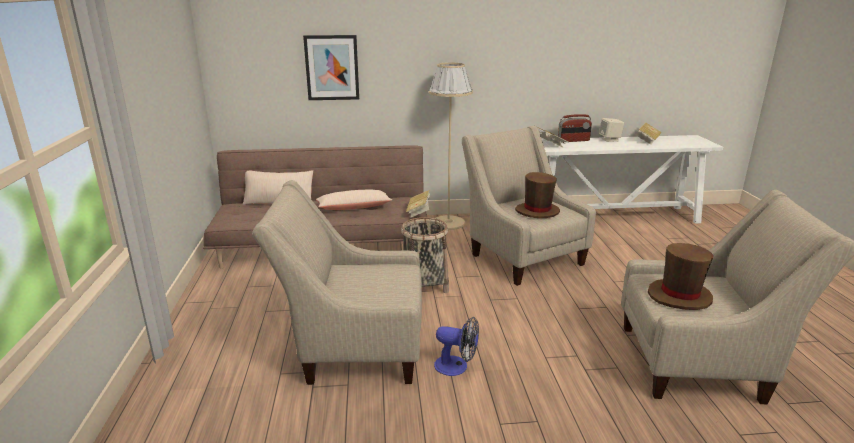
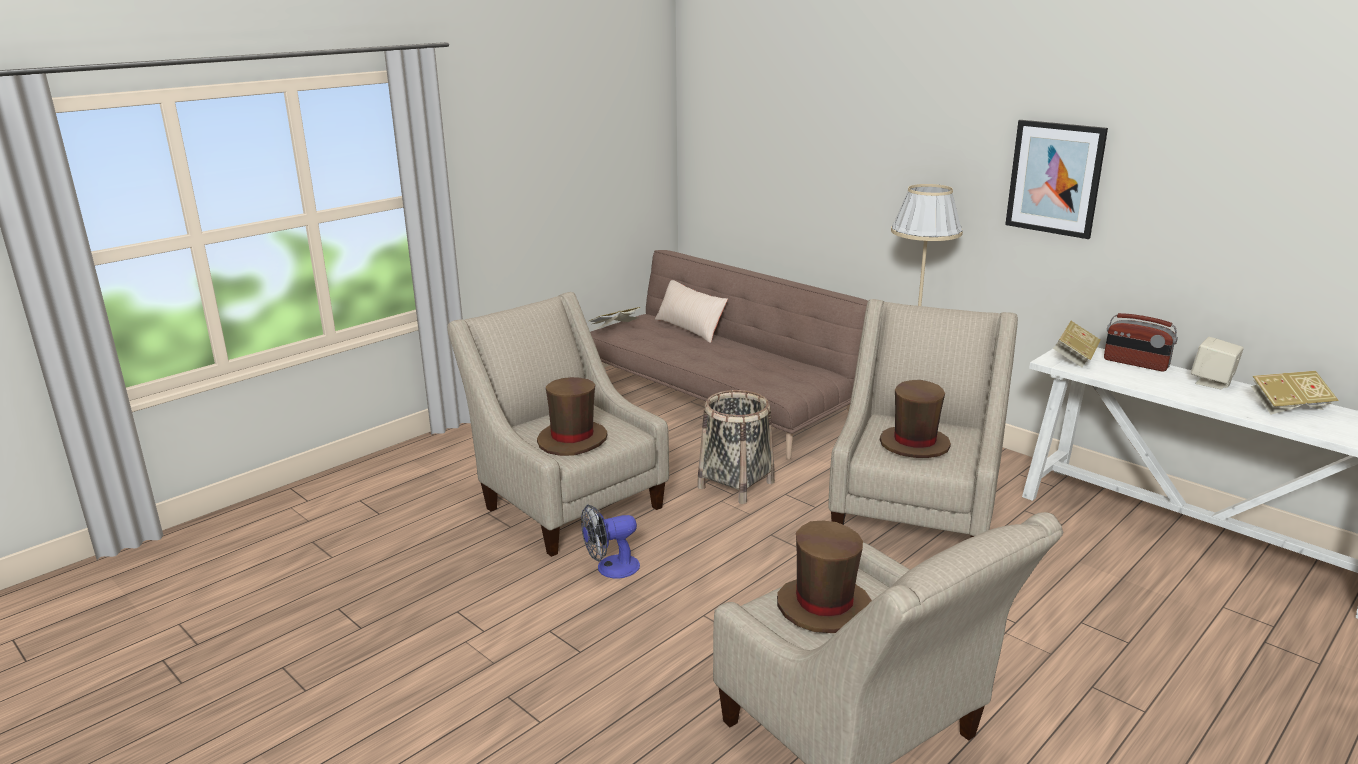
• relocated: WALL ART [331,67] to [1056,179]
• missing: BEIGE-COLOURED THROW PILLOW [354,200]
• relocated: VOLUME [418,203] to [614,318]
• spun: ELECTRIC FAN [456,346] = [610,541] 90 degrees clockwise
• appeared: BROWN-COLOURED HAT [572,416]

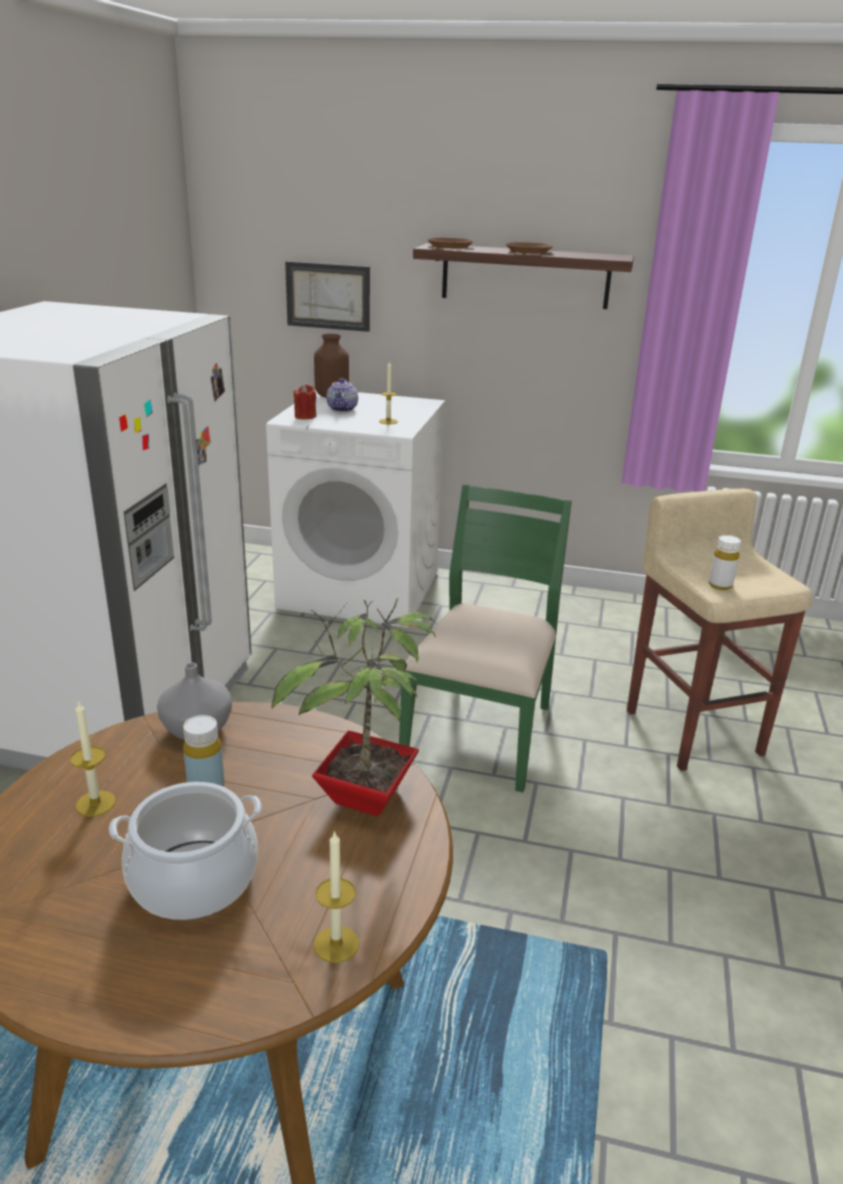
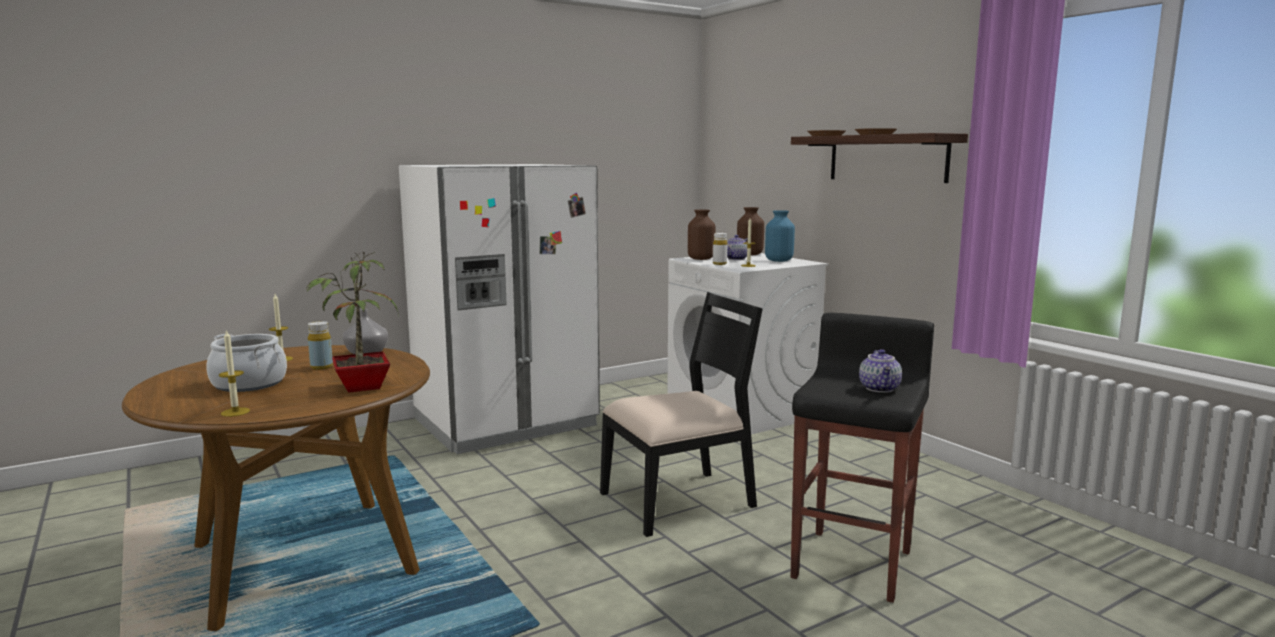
• missing: WALL ART [327,296]
• exchanged: RED WAX LIGHT [304,401] to BROWN-COLOURED DECORATIVE VASE [702,234]
• colour: GREEN CHAIR [485,638] to BLACK CHAIR [681,414]
• colour: BEIGE-COLOURED STOOL [719,630] to BLACK STOOL [862,458]
• relocated: WHITE-COLOURED BOTTLE [725,562] to [720,249]
• appeared: BLUE-COLOURED DECORATIVE VASE [780,236]
• appeared: TEA POT [880,371]

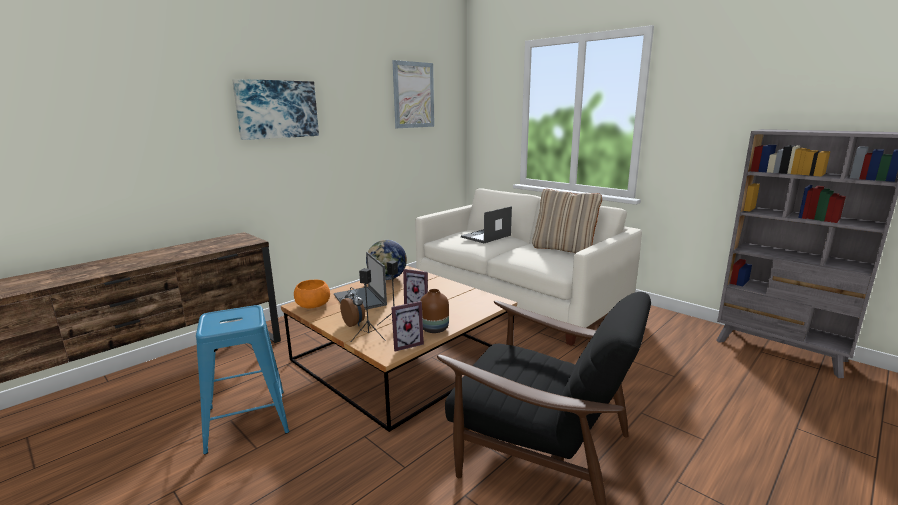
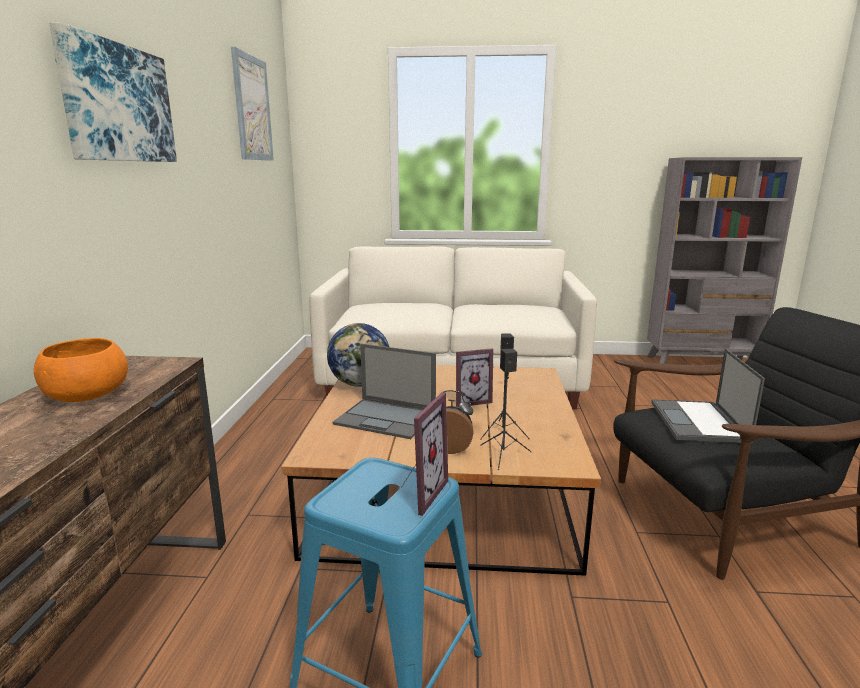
• missing: BEIGE-COLOURED THROW PILLOW [567,221]
• relocated: NOTEBOOK COMPUTER [486,224] to [708,396]
• relocated: ORANGE-COLOURED DEEP DISH [312,294] to [81,370]
• missing: BROWN-COLOURED DECORATIVE VASE [434,311]
• relocated: PHOTO FRAME [407,326] to [424,454]

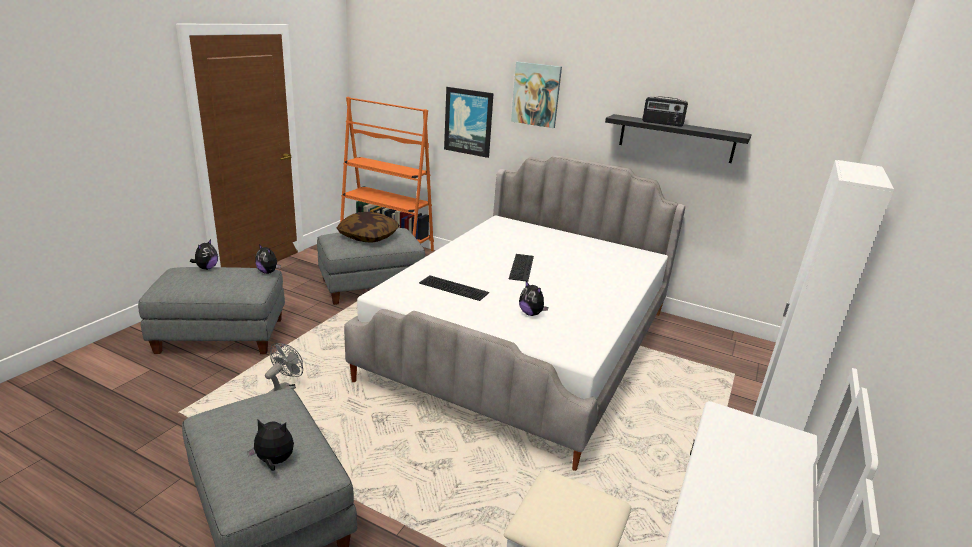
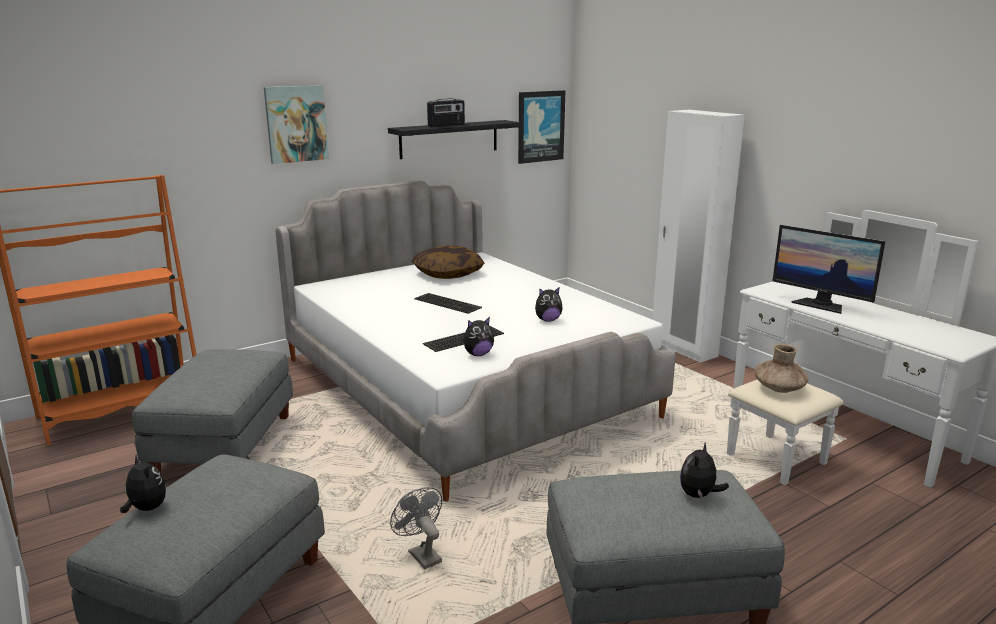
• relocated: WALL ART [469,122] to [541,127]
• relocated: THROW PILLOW [368,227] to [448,262]
• relocated: CUDDLY TOY [268,259] to [478,336]
• appeared: COMPUTER SCREEN [829,269]
• appeared: BROWN-COLOURED DECORATIVE VASE [781,368]

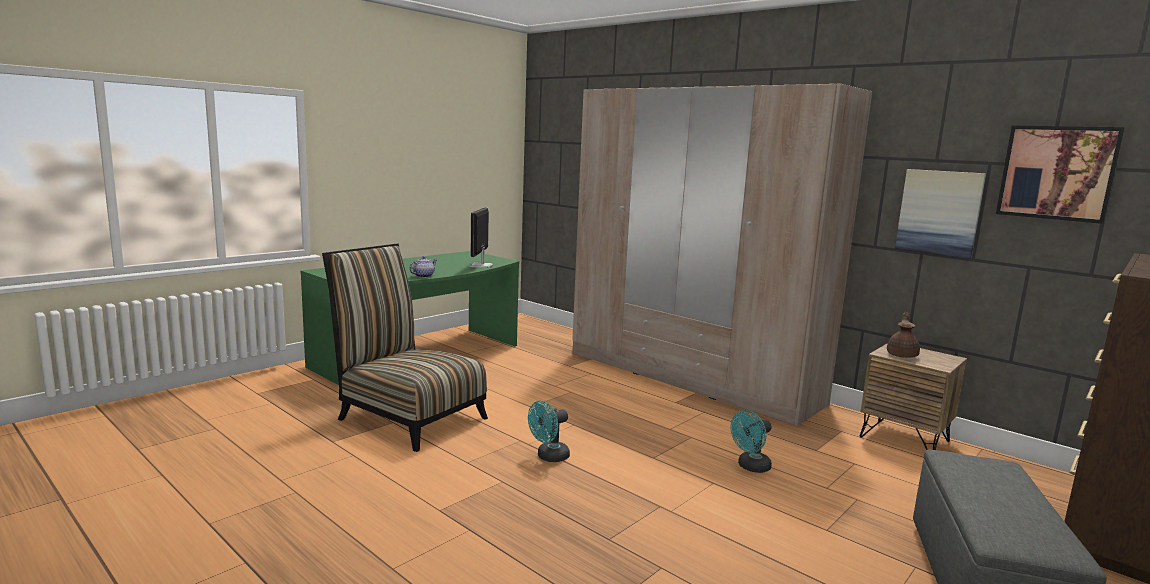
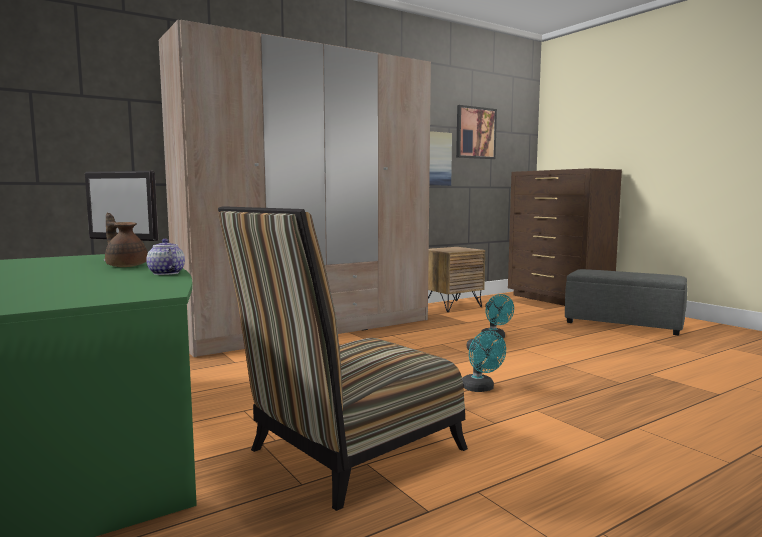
• relocated: BROWN-COLOURED TEA POT [903,335] to [126,240]

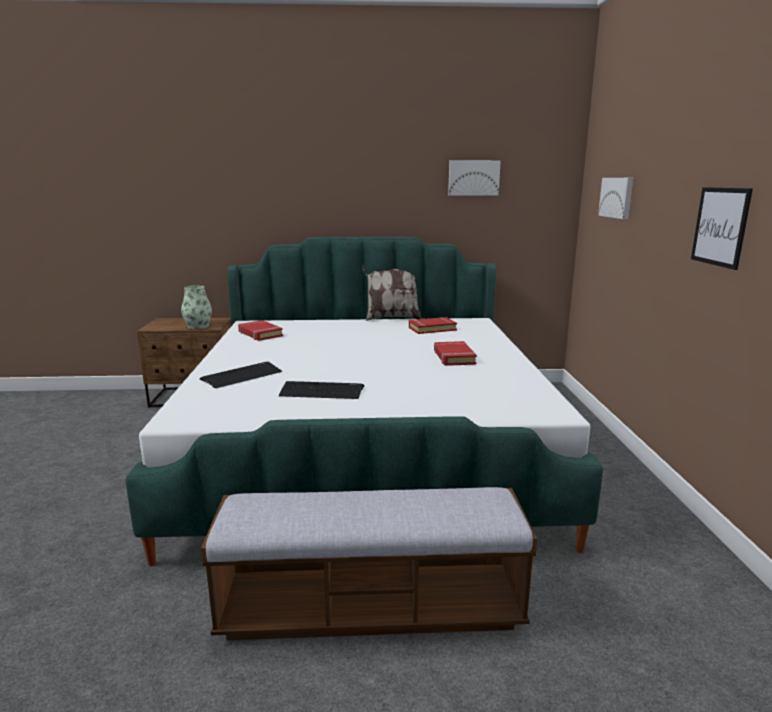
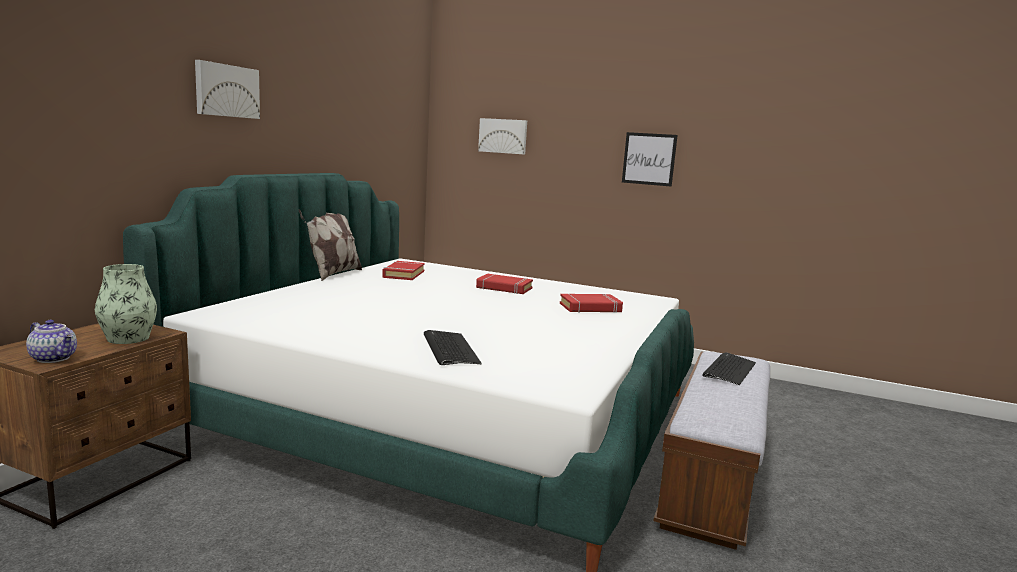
• relocated: WALL ART [474,177] to [227,89]
• relocated: RED VOLUME [260,330] to [591,303]
• relocated: KEYBOARD [321,390] to [729,368]
• appeared: TEA POT [51,341]

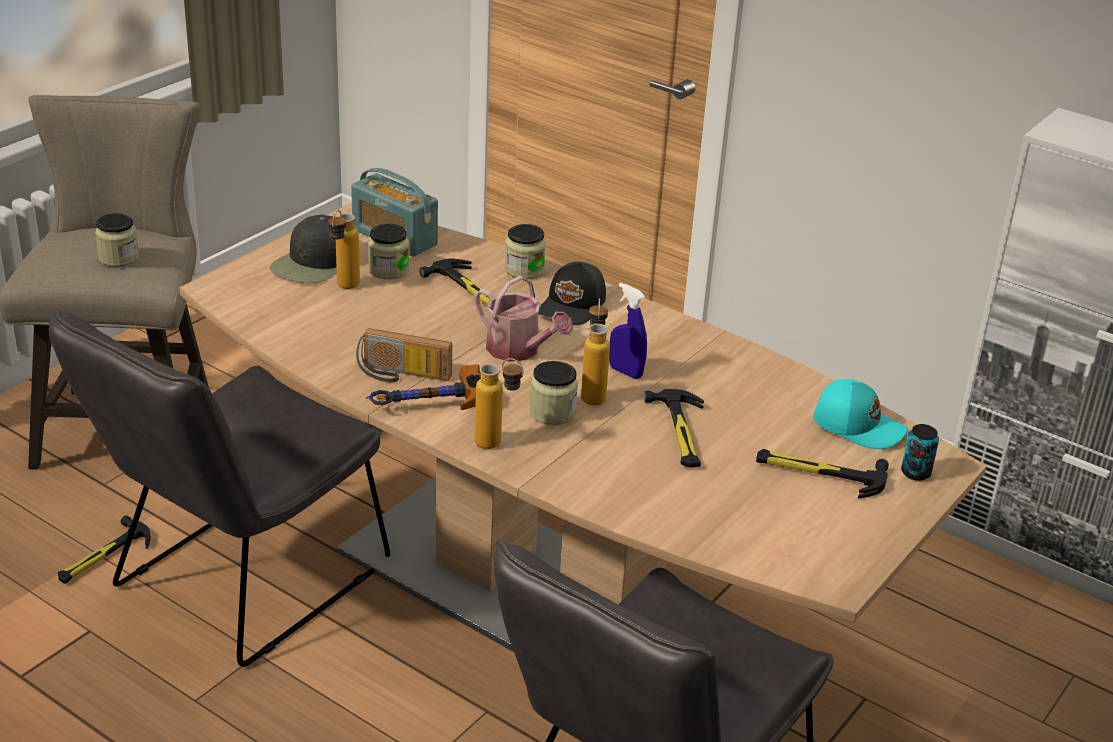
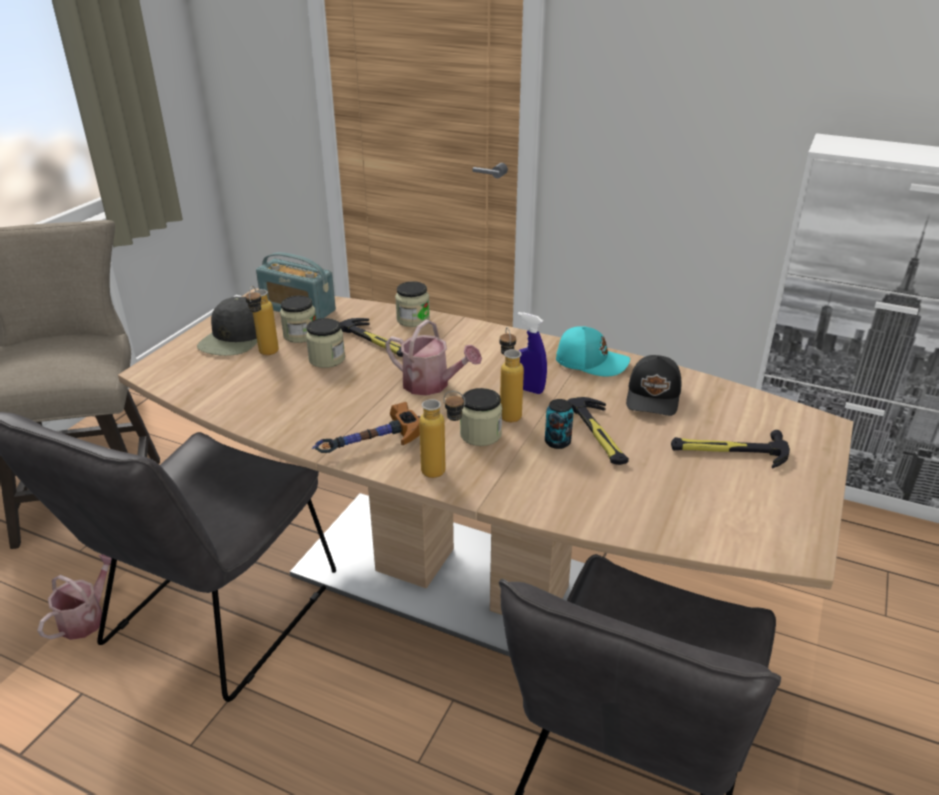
• relocated: PRESERVE JAR [117,240] to [325,343]
• relocated: BLACK PEAKED CAP [572,293] to [653,385]
• missing: RADIO SET [404,355]
• relocated: TURQUOISE PEAKED CAP [860,414] to [593,351]
• relocated: SEALED CAN [920,452] to [559,424]
• exchanged: TOOL HAMMER [104,550] to SPRINKLING CAN [74,597]

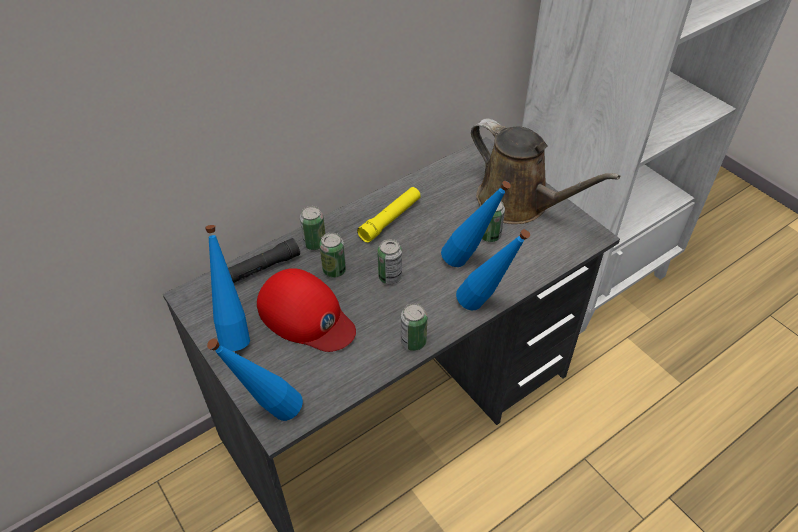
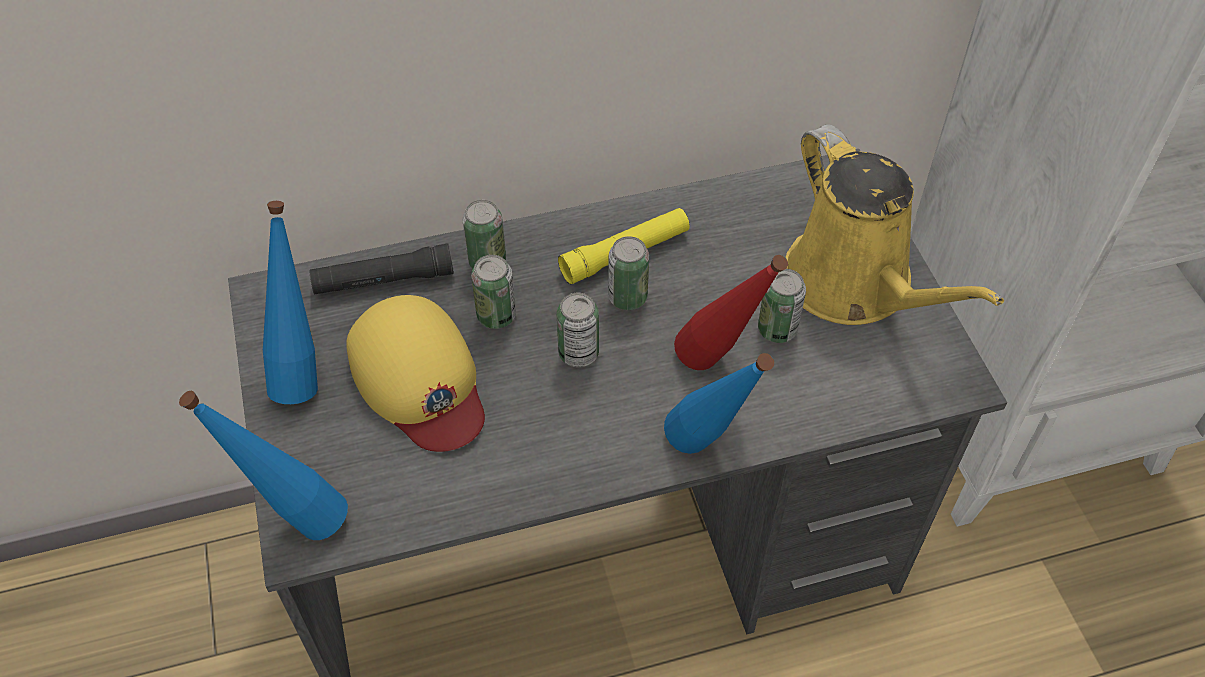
• colour: BROWN-COLOURED SPRINKLING CAN [545,171] to YELLOW-COLOURED SPRINKLING CAN [894,224]
• colour: BLUE-COLOURED BOTTLE [476,224] to RED BOTTLE [731,312]
• colour: RED PEAKED CAP [306,310] to YELLOW-COLOURED PEAKED CAP [415,373]
• relocated: SEALED CAN [414,327] to [628,273]

